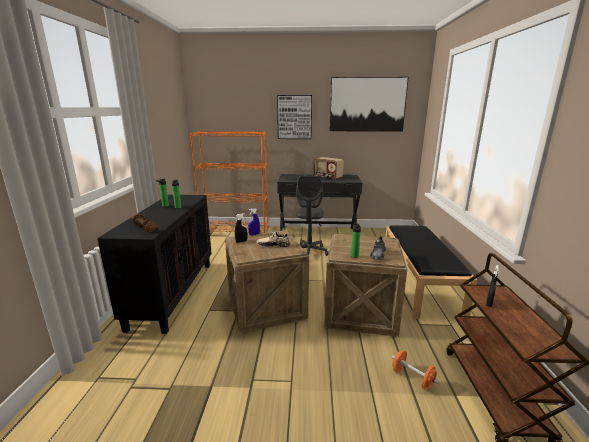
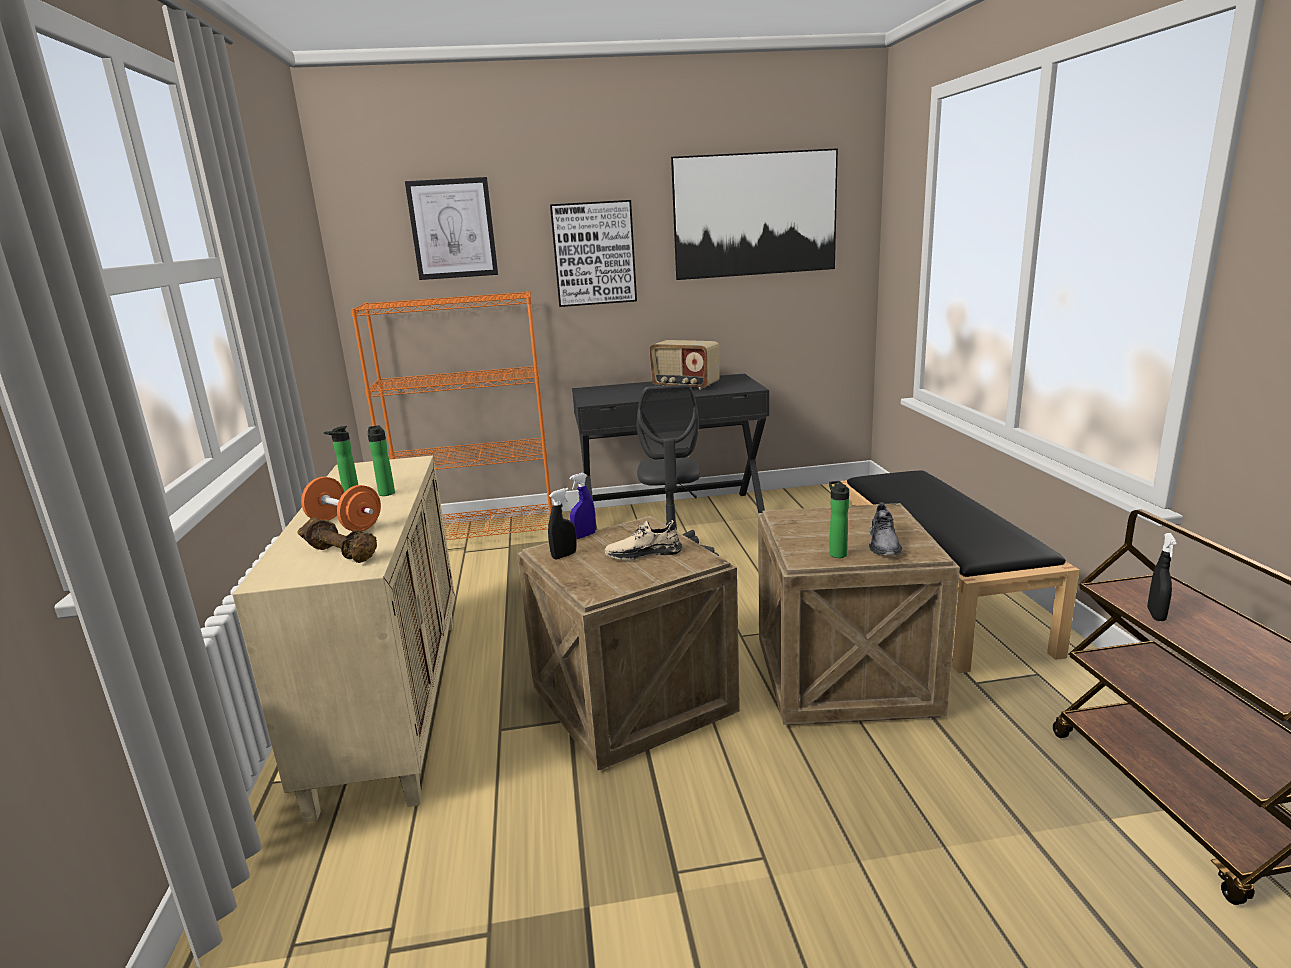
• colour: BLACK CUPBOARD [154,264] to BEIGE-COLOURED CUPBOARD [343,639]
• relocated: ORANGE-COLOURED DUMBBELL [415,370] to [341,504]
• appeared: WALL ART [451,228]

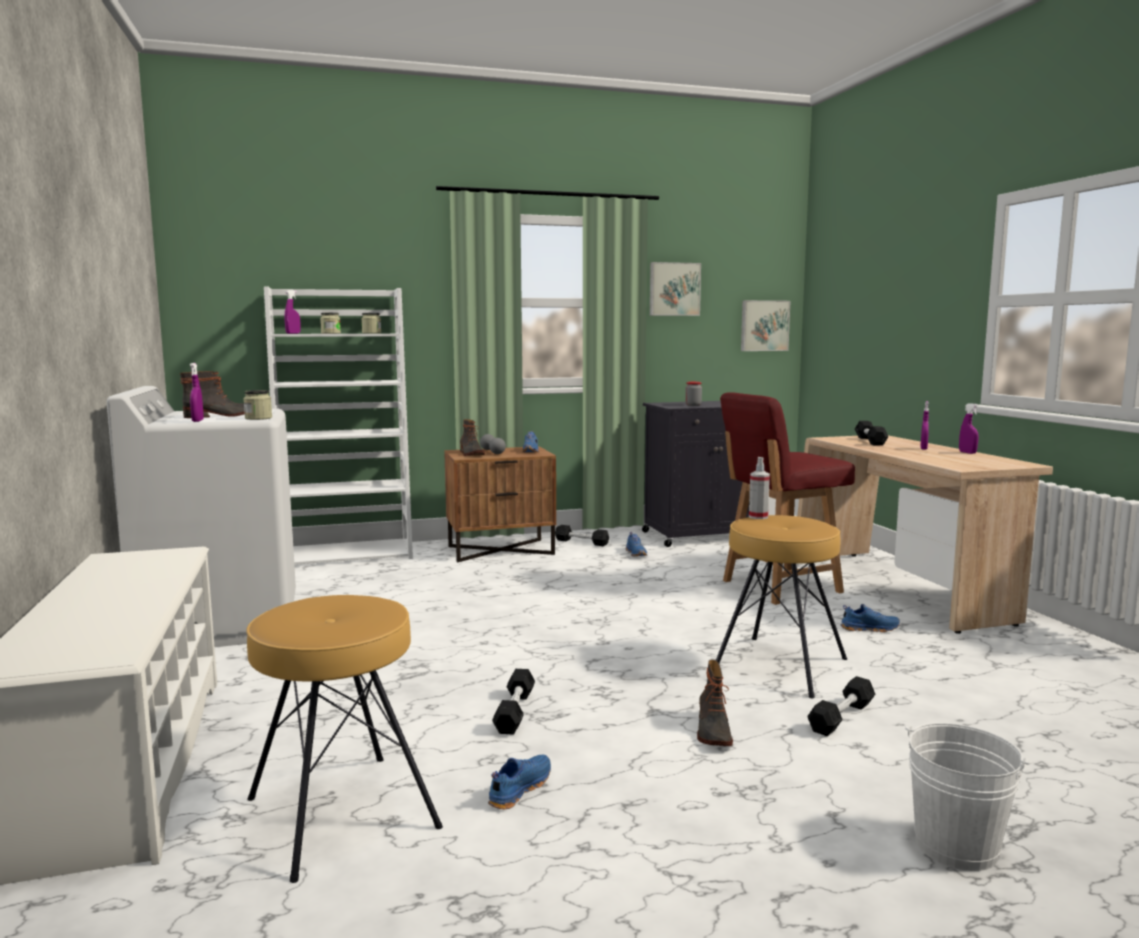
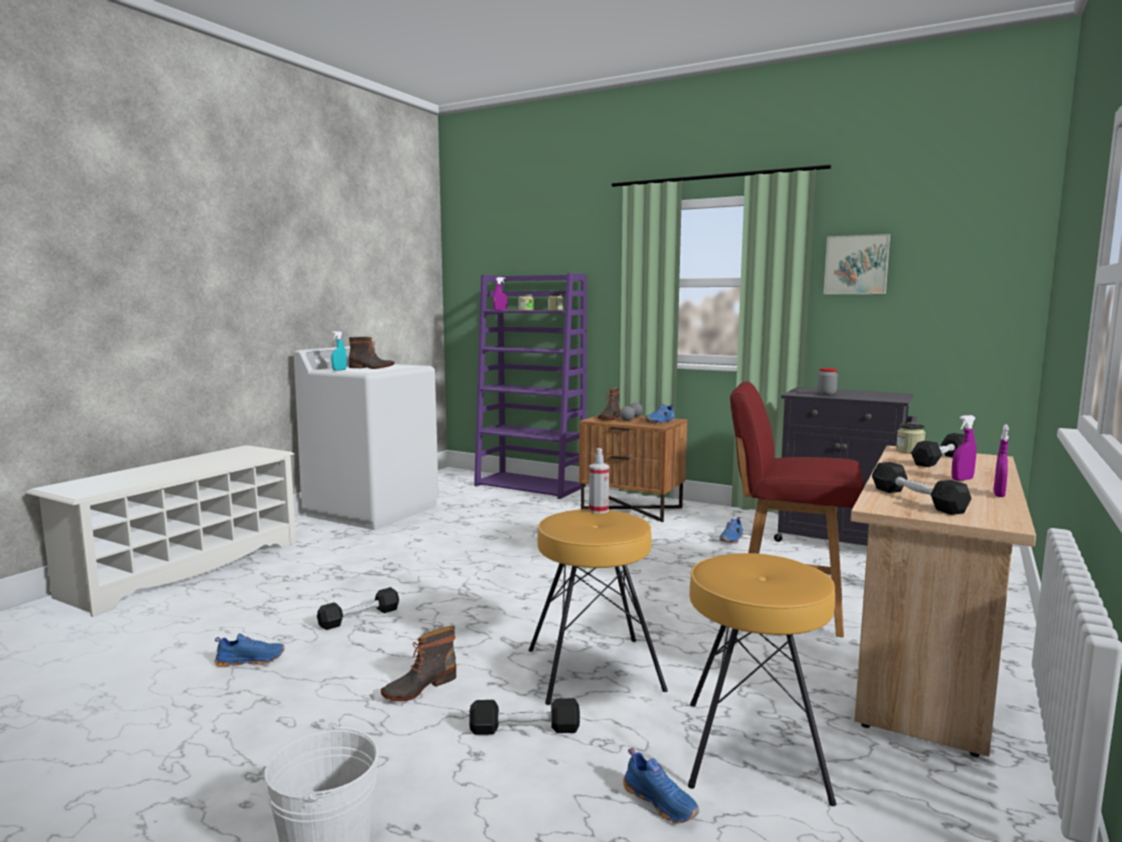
• colour: WHITE-COLOURED BOOKSHELF [338,425] to PURPLE-COLOURED BOOKSHELF [530,386]
• missing: WALL ART [766,325]
• colour: PURPLE-COLOURED HAND SPRAYER [197,392] to TURQUOISE HAND SPRAYER [339,351]
• relocated: PRESERVE JAR [257,405] to [910,438]
• relocated: BLACK DUMBBELL [582,535] to [922,488]
• relocated: BROWN-COLOURED STOOL [344,739] to [762,679]
• relocated: BLUE-COLOURED SHOE [870,618] to [661,785]

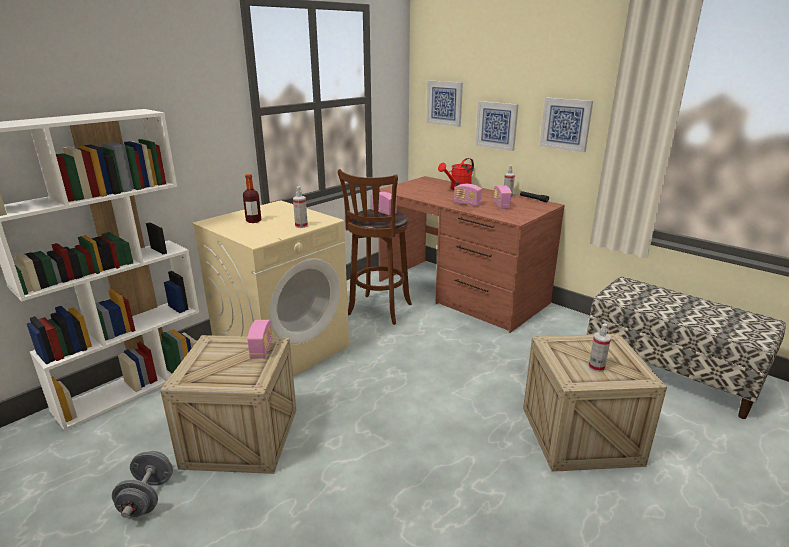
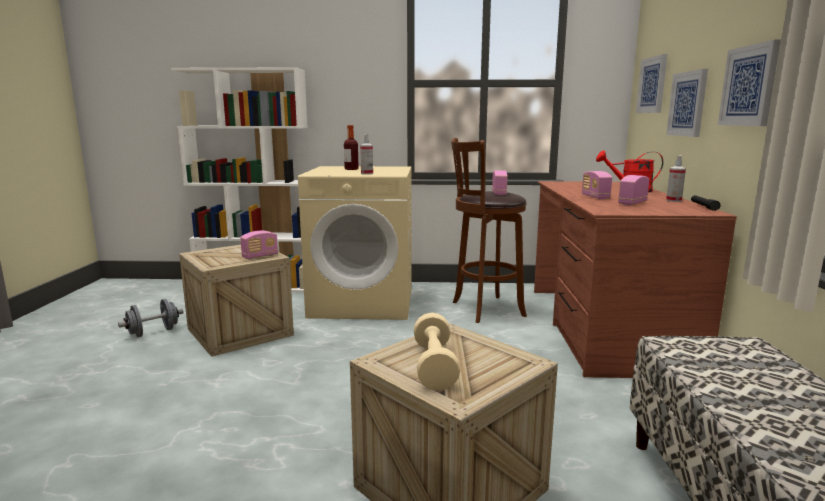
• exchanged: HAND SPRAYER [599,348] to BEIGE-COLOURED DUMBBELL [437,352]

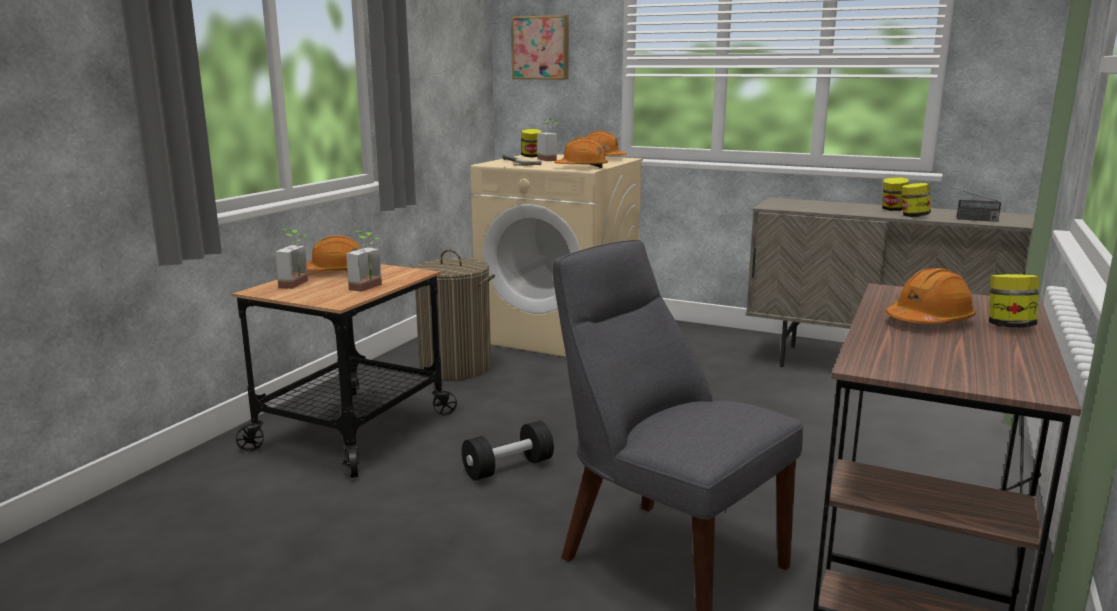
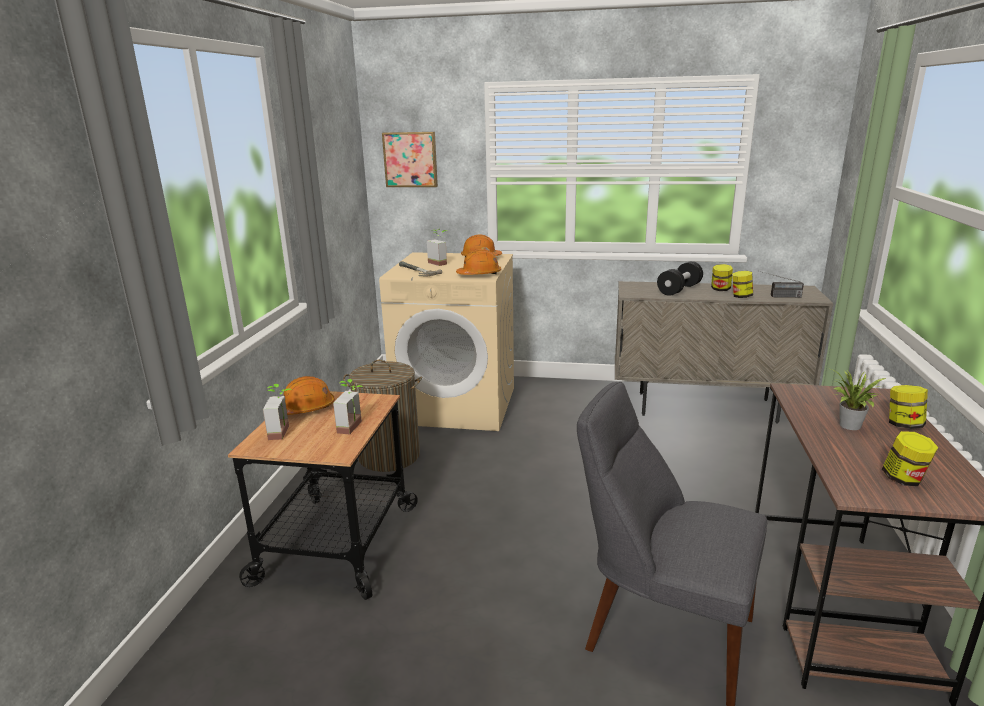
• relocated: PRESERVE JAR [531,143] to [910,458]
• exchanged: ORANGE-COLOURED WORK HELMET [931,296] to POTTED PLANT [857,399]
• relocated: BLACK DUMBBELL [508,451] to [680,278]

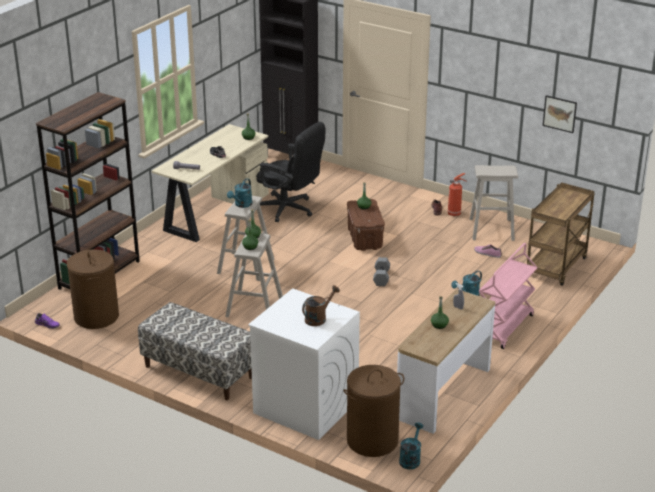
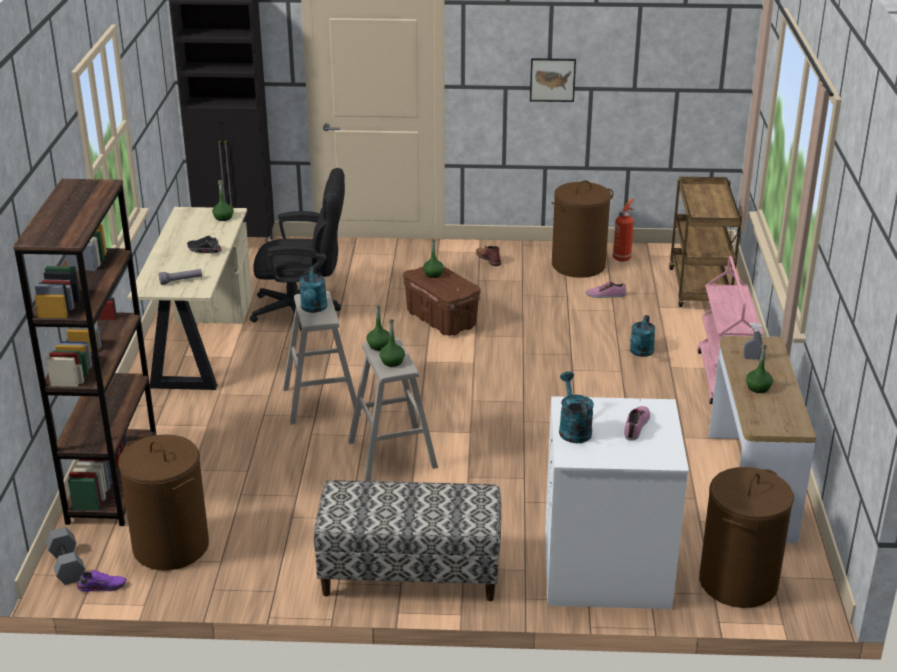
• relocated: WALL ART [560,114] to [553,80]
• exchanged: BEIGE-COLOURED STOOL [494,203] to BROWN-COLOURED LAUNDRY BASKET [582,229]
• relocated: EXTINGUISHER [457,194] to [623,230]
• relocated: GRAY DUMBBELL [381,271] to [65,556]
• exchanged: BROWN-COLOURED SPRINKLING CAN [321,305] to SHOE [637,423]
• relocated: TURQUOISE SPRINKLING CAN [411,445] to [576,407]

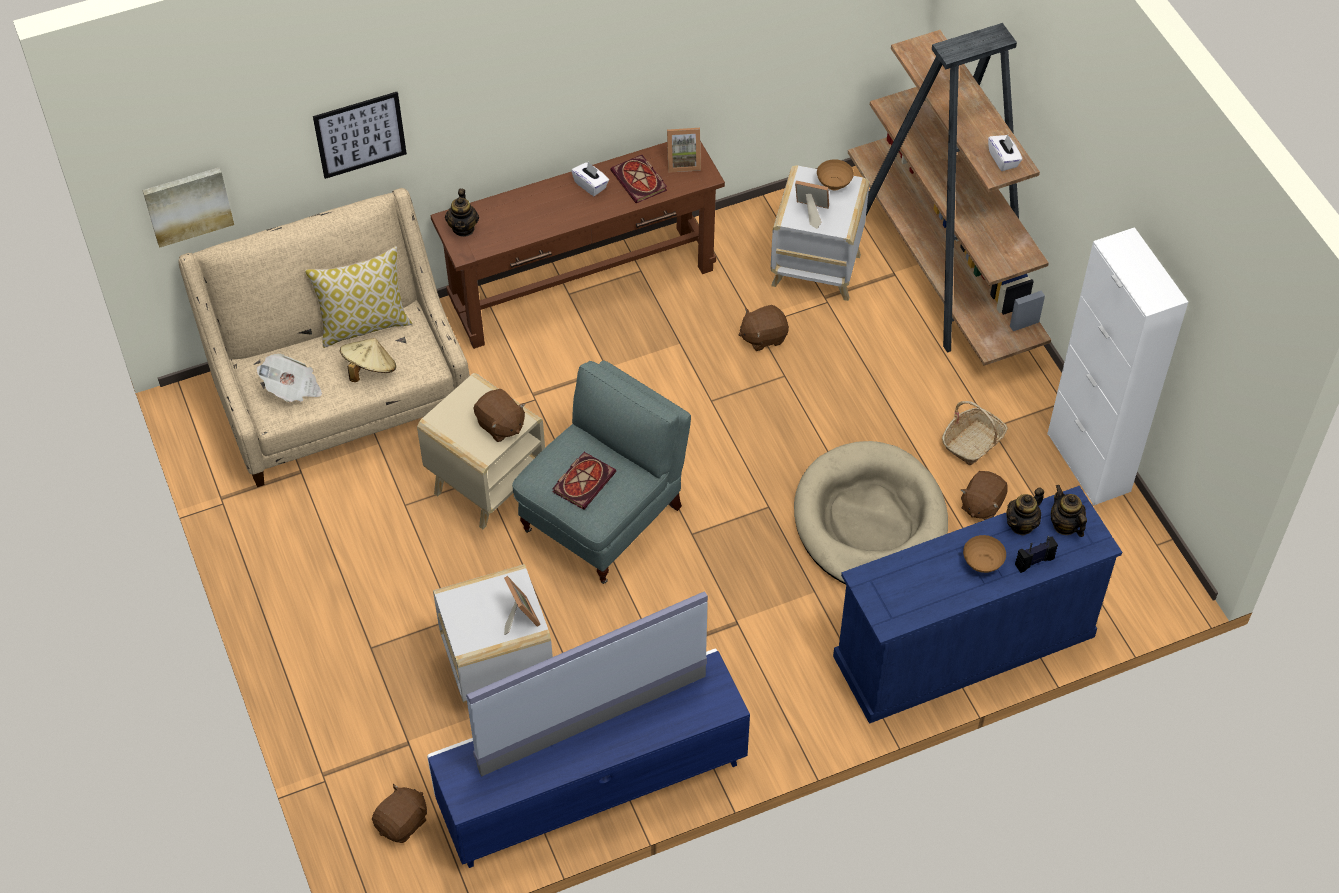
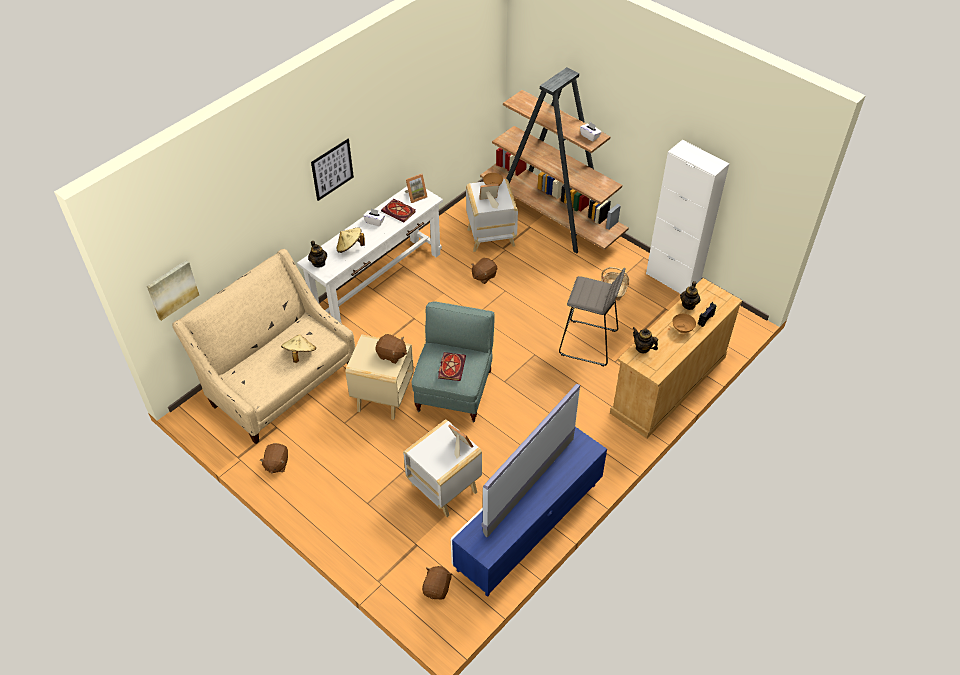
• relocated: WALL ART [360,135] to [332,170]
• colour: BROWN-COLOURED NARROW TABLE [577,245] to WHITE-COLOURED NARROW TABLE [370,254]
• missing: THROW PILLOW [358,297]
• missing: NEWSPAPER [289,377]
• exchanged: BEIGE-COLOURED PET BED [871,512] to GRAY STOOL [592,317]
• relocated: BROWN-COLOURED CUDDLY TOY [984,495] to [274,458]
• relocated: TEA POT [1069,511] to [645,340]
• colour: BLUE-COLOURED DRESSER [977,605] to BEIGE-COLOURED DRESSER [676,358]
• appeared: BEIGE-COLOURED HAT [351,240]

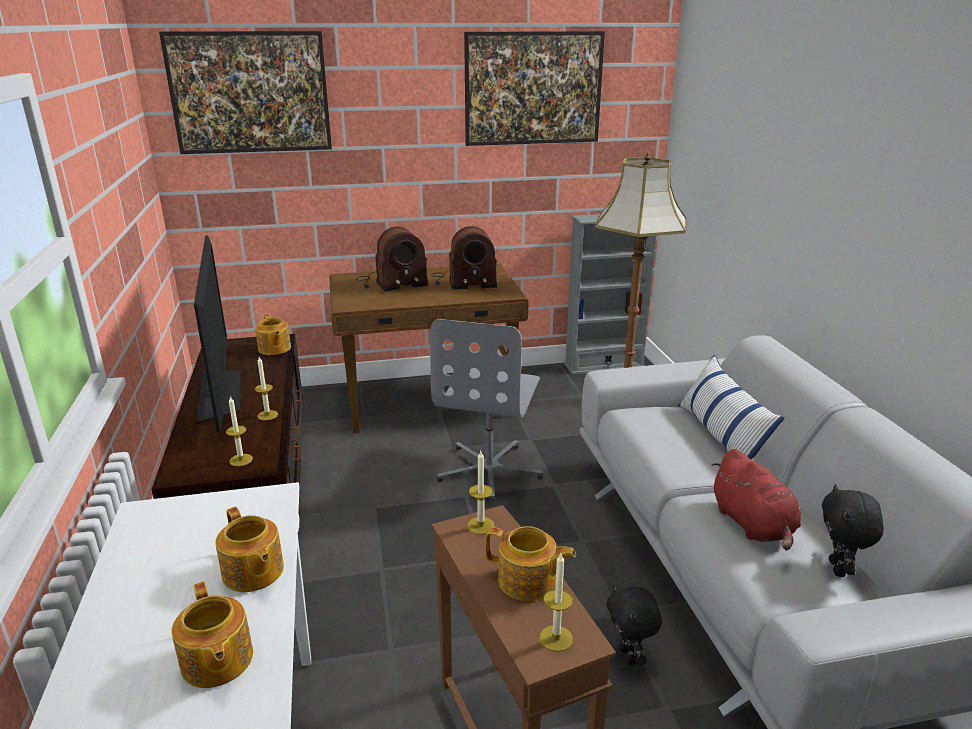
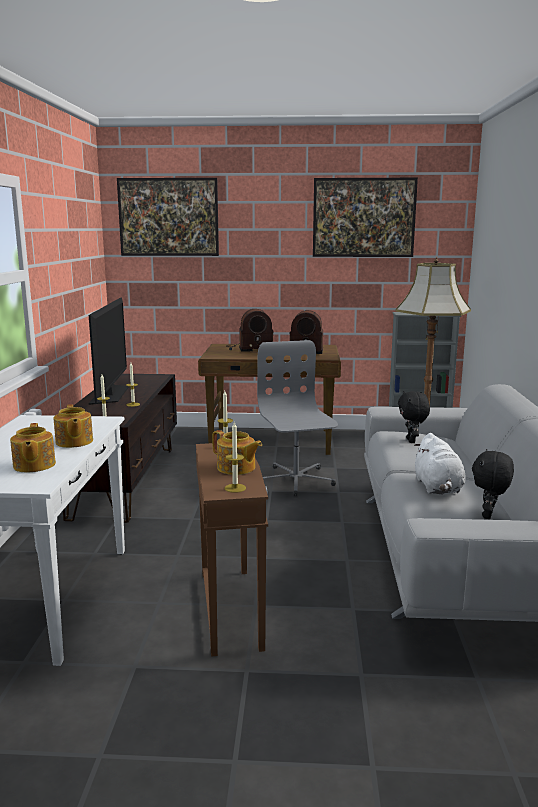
• missing: TEA POT [273,335]
• spun: GRAY OFFICE CHAIR [486,410] = [297,418] 135 degrees clockwise
• missing: THROW PILLOW [731,407]
• colour: RED CUDDLY TOY [756,500] to WHITE-COLOURED CUDDLY TOY [439,464]
• relocated: BLACK CUDDLY TOY [634,624] to [414,417]

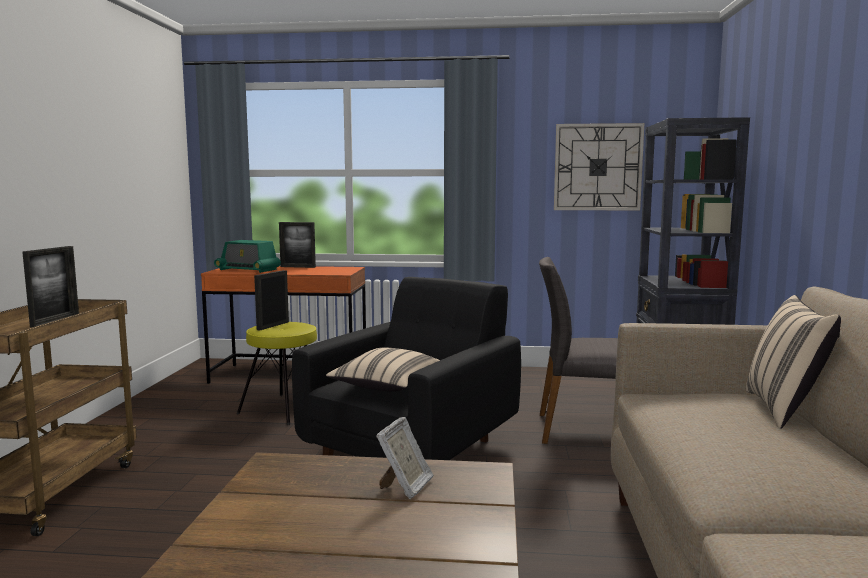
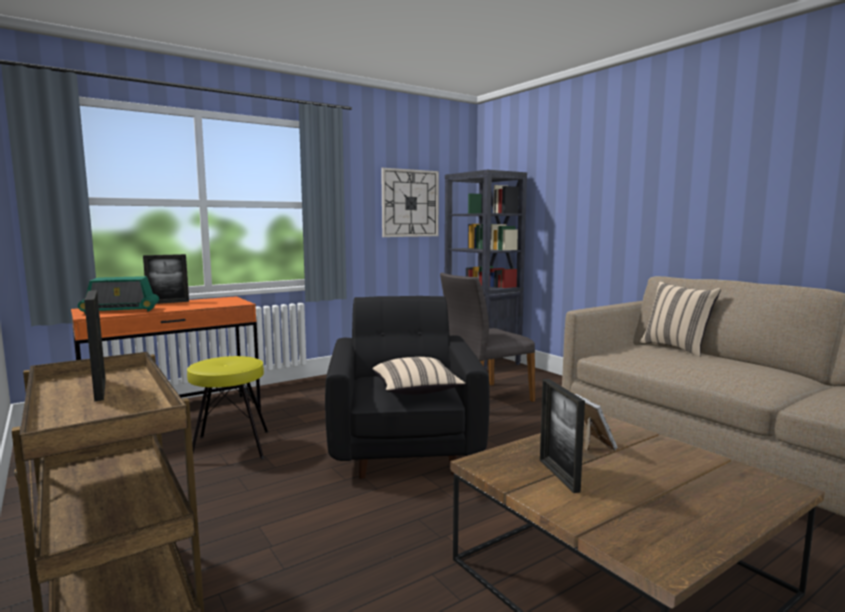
• relocated: PHOTO FRAME [271,300] to [562,436]

